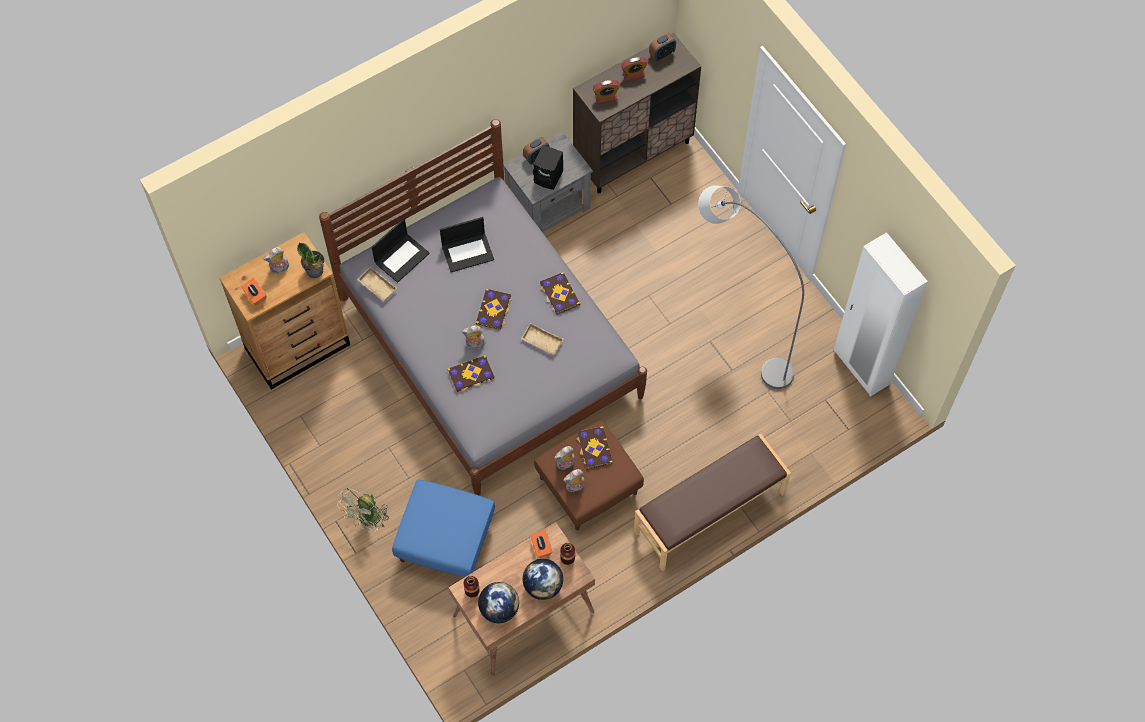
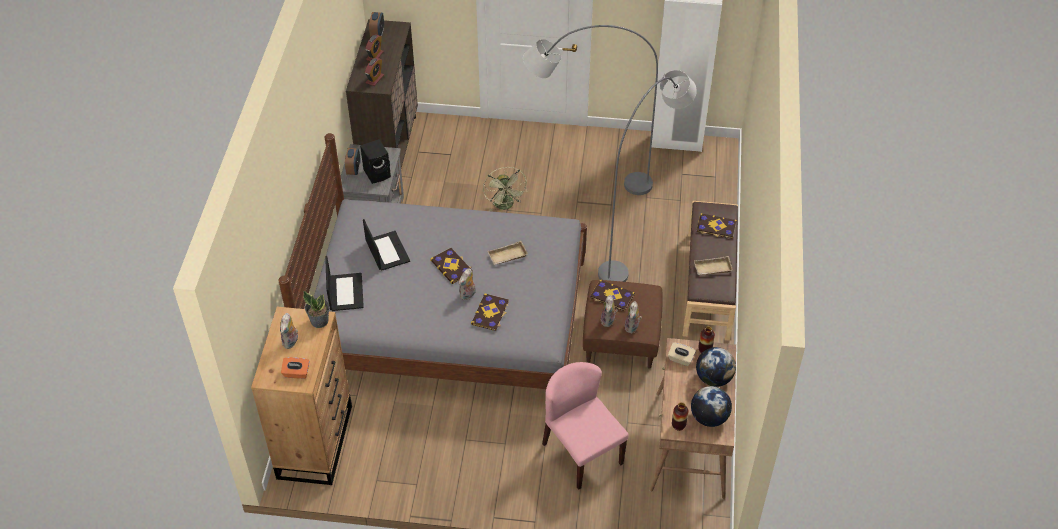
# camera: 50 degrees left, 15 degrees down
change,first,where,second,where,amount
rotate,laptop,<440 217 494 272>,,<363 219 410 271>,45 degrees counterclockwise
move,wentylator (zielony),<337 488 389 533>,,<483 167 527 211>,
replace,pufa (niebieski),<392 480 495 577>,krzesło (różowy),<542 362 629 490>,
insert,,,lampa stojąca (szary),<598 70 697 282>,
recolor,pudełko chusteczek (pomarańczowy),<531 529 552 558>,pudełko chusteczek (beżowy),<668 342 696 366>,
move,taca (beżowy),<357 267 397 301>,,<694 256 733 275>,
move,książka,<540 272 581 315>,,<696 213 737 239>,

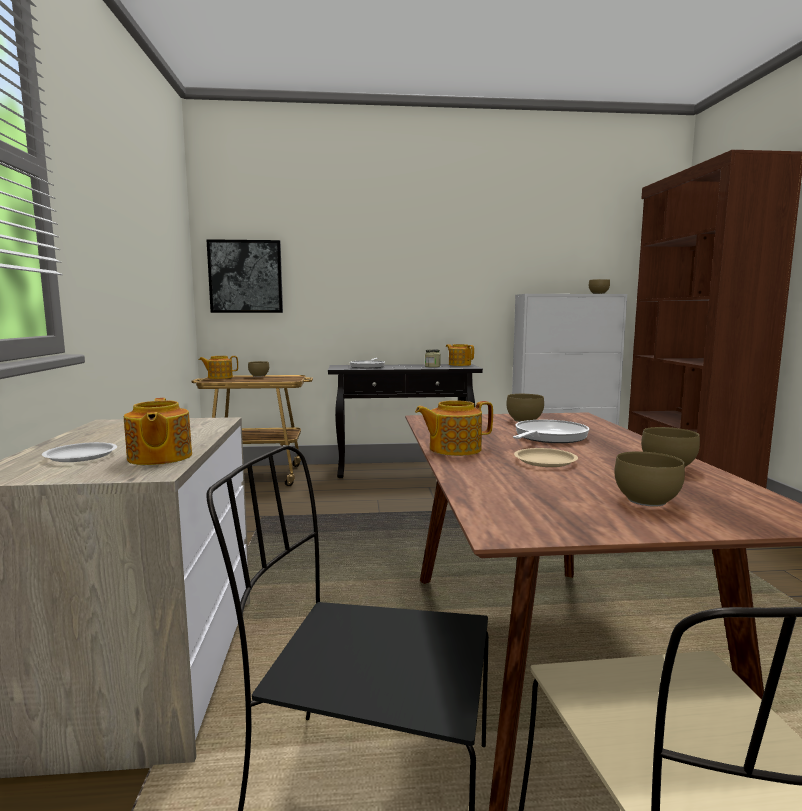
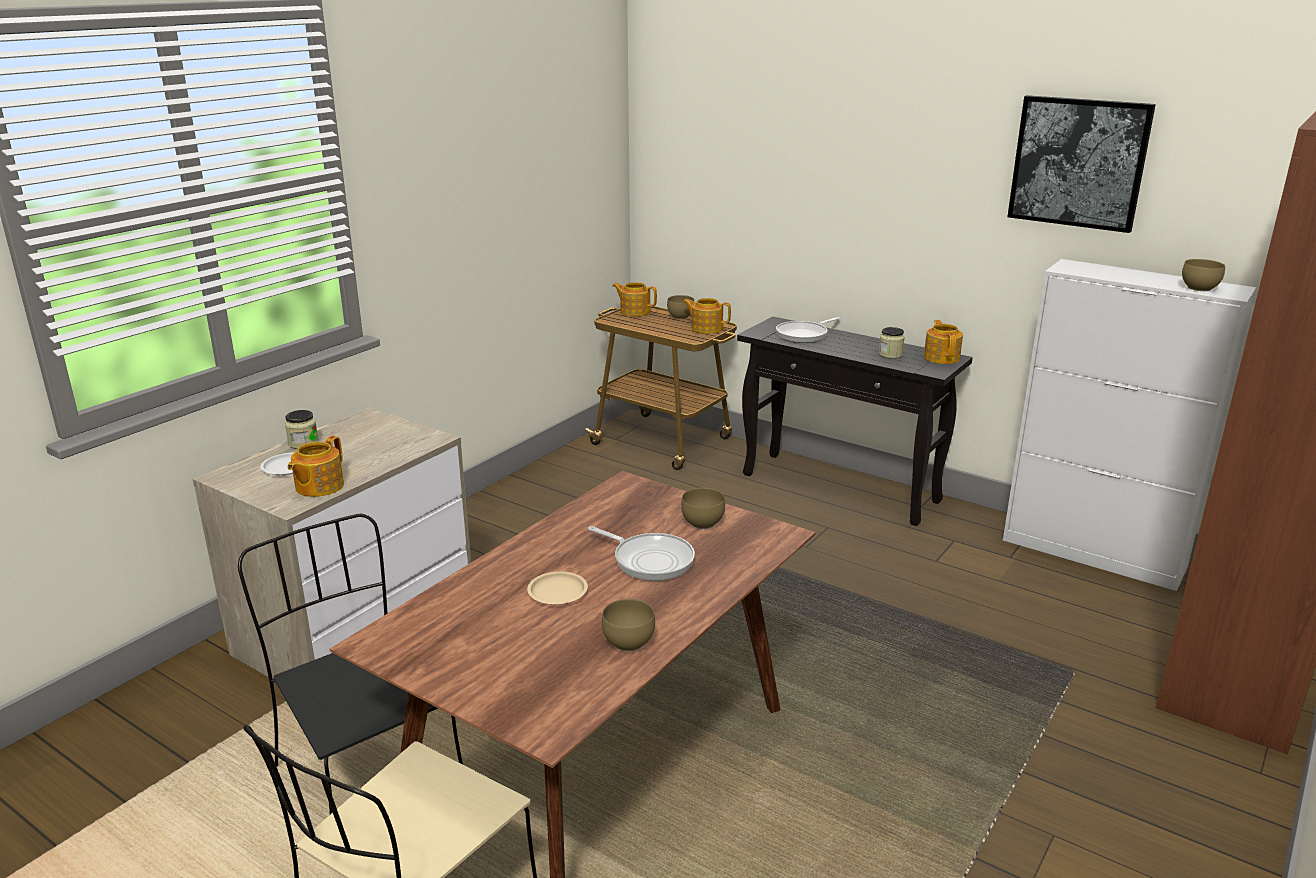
# camera: 40 degrees right, 15 degrees up
change,first,where,second,where,amount
insert,,,słoik,<285 410 319 449>,
rotate,patelnia,<513 420 590 443>,,<588 526 695 581>,45 degrees clockwise
move,imbryk,<415 400 493 456>,,<683 298 731 334>,
move,obraz,<206 239 283 313>,,<1007 95 1156 233>,
delete,miska (brązowy),<614 452 685 507>,,,

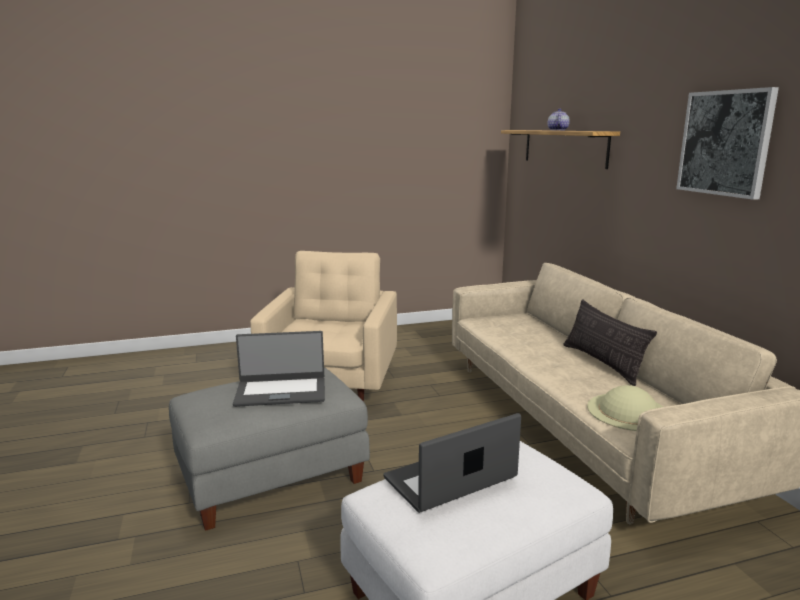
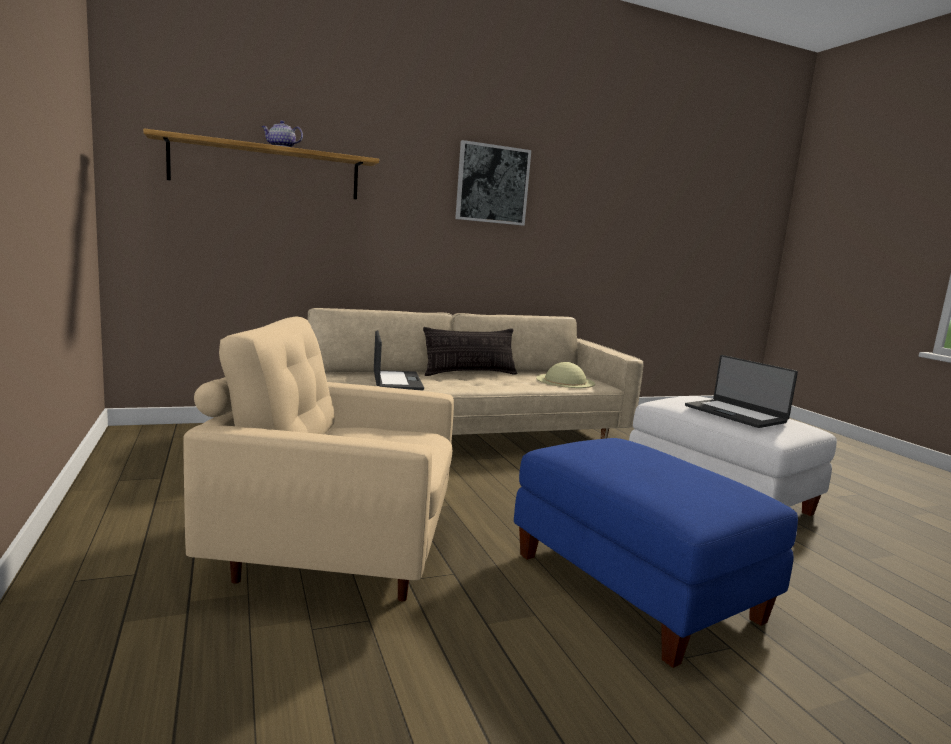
# camera: 95 degrees left, 5 degrees down
change,first,where,second,where,amount
move,laptop,<233 331 325 407>,,<374 330 424 390>,
recolor,pufa (szary),<169 368 370 531>,pufa (niebieski),<514 438 798 668>,

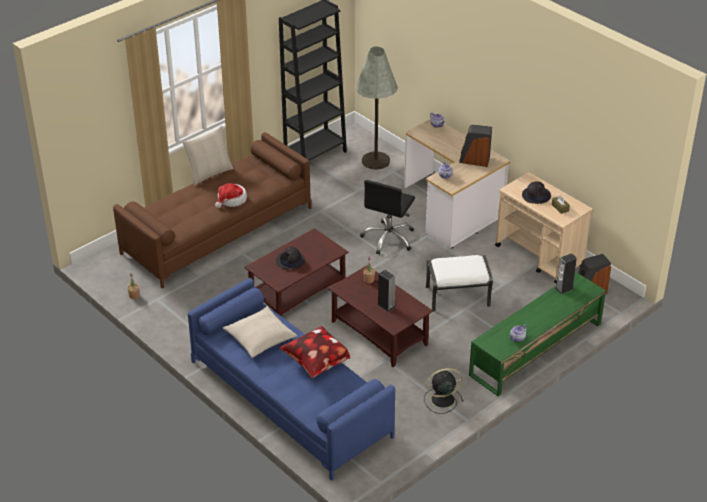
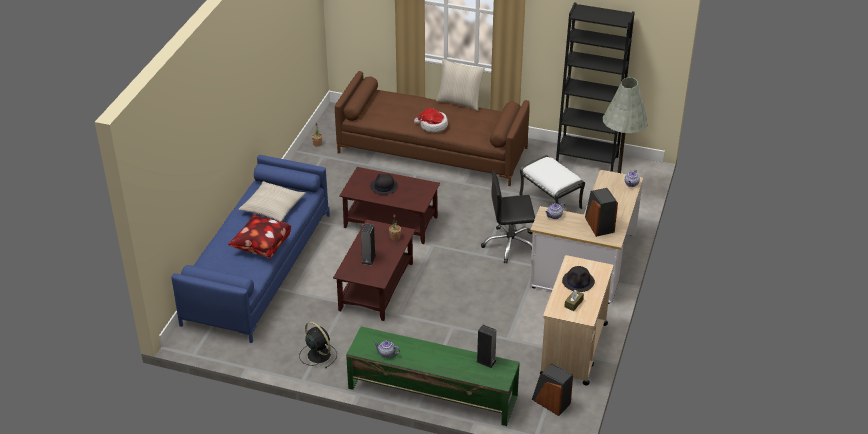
# camera: 60 degrees right, 0 degrees up
change,first,where,second,where,amount
move,pufa (biały),<426 255 493 312>,,<519 155 585 209>,

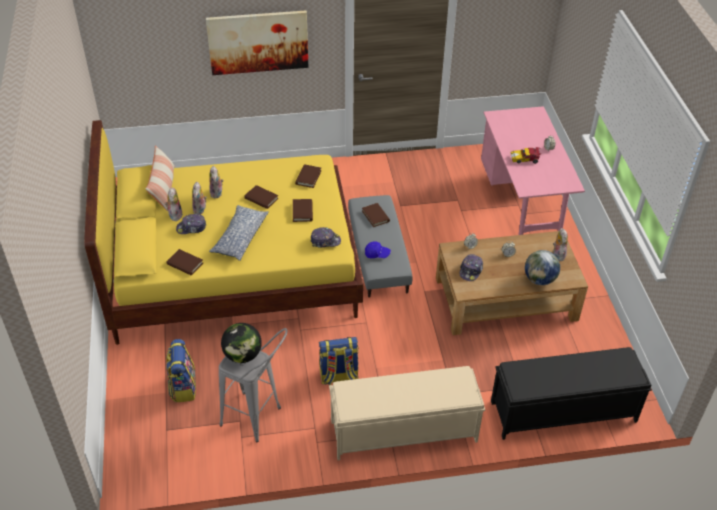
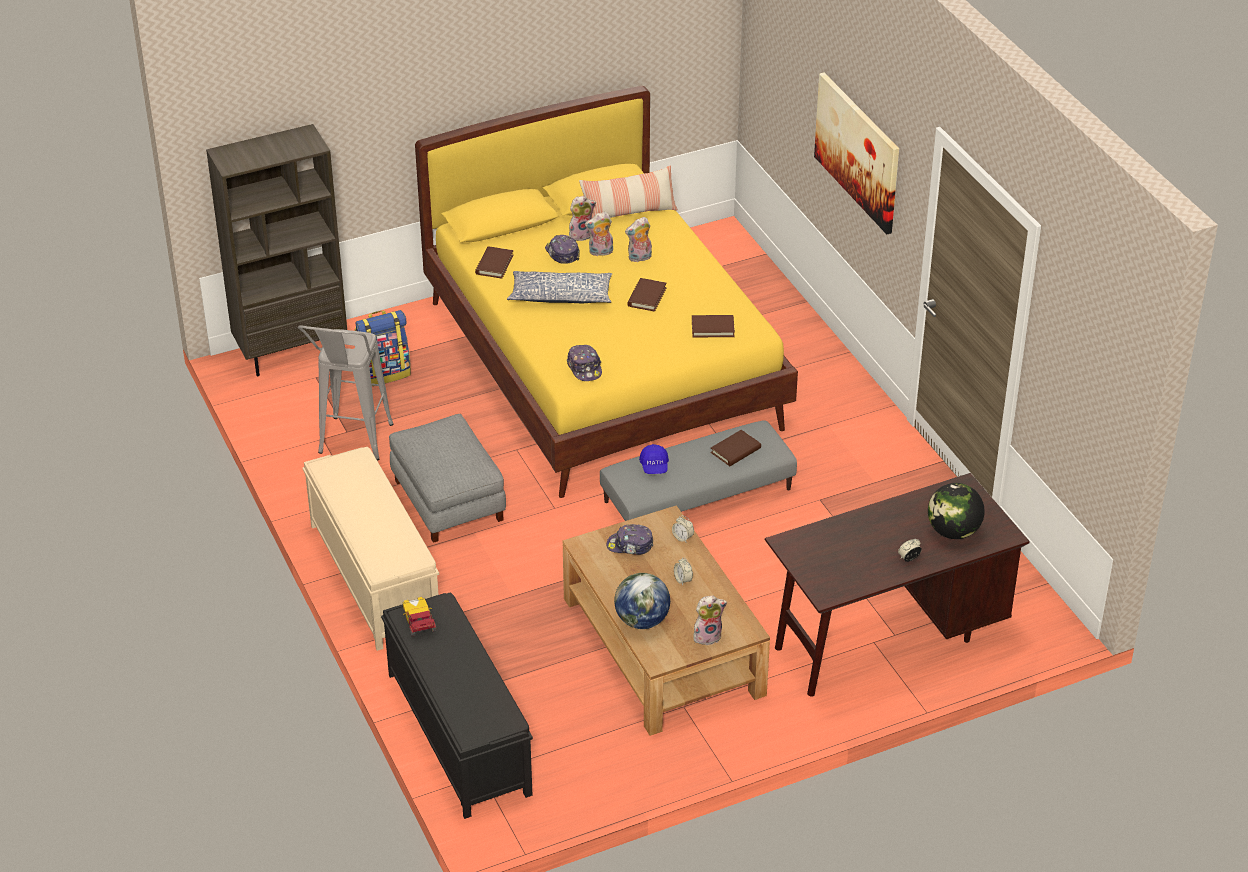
# camera: 75 degrees right, 5 degrees down
change,first,where,second,where,amount
insert,,,regał (brązowy),<206 124 347 376>,
replace,plecak,<319 337 359 385>,pufa (szary),<389 414 506 543>,
move,samochodzik,<511 147 542 164>,,<402 597 436 637>,
recolor,biurko (różowy),<481 106 585 235>,biurko (brązowy),<765 473 1030 697>,
move,globus,<221 323 262 363>,,<928 483 985 539>,
delete,książka (brązowy),<293 199 313 222>,,,

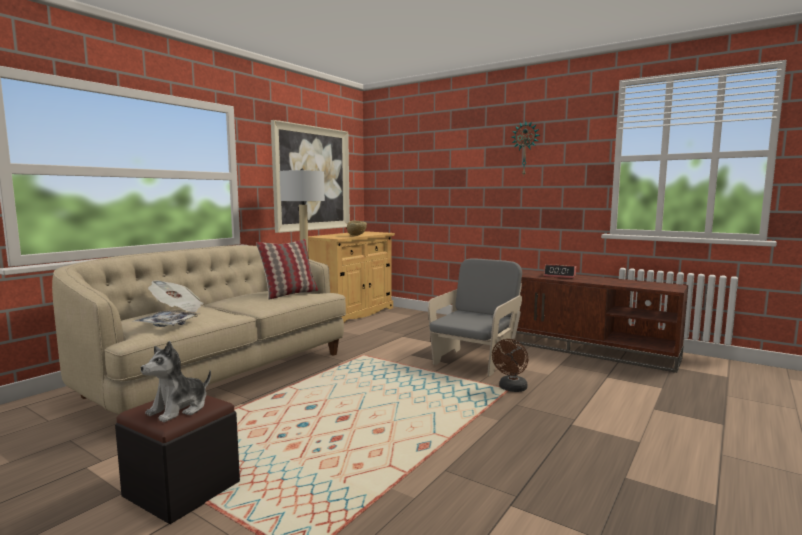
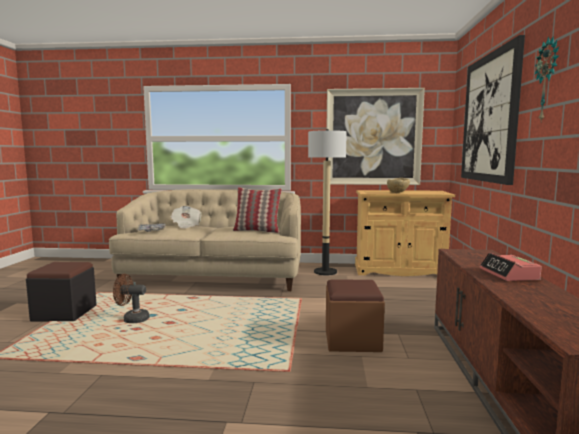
# camera: 60 degrees right, 0 degrees up
change,first,where,second,where,amount
move,wentylator (brązowy),<492 339 528 392>,,<113 274 149 323>,
replace,fotel (szary),<428 259 522 377>,pufa (brązowy),<326 279 385 352>,
insert,,,obraz,<461 35 525 185>,
delete,pluszak,<141 341 211 422>,,,

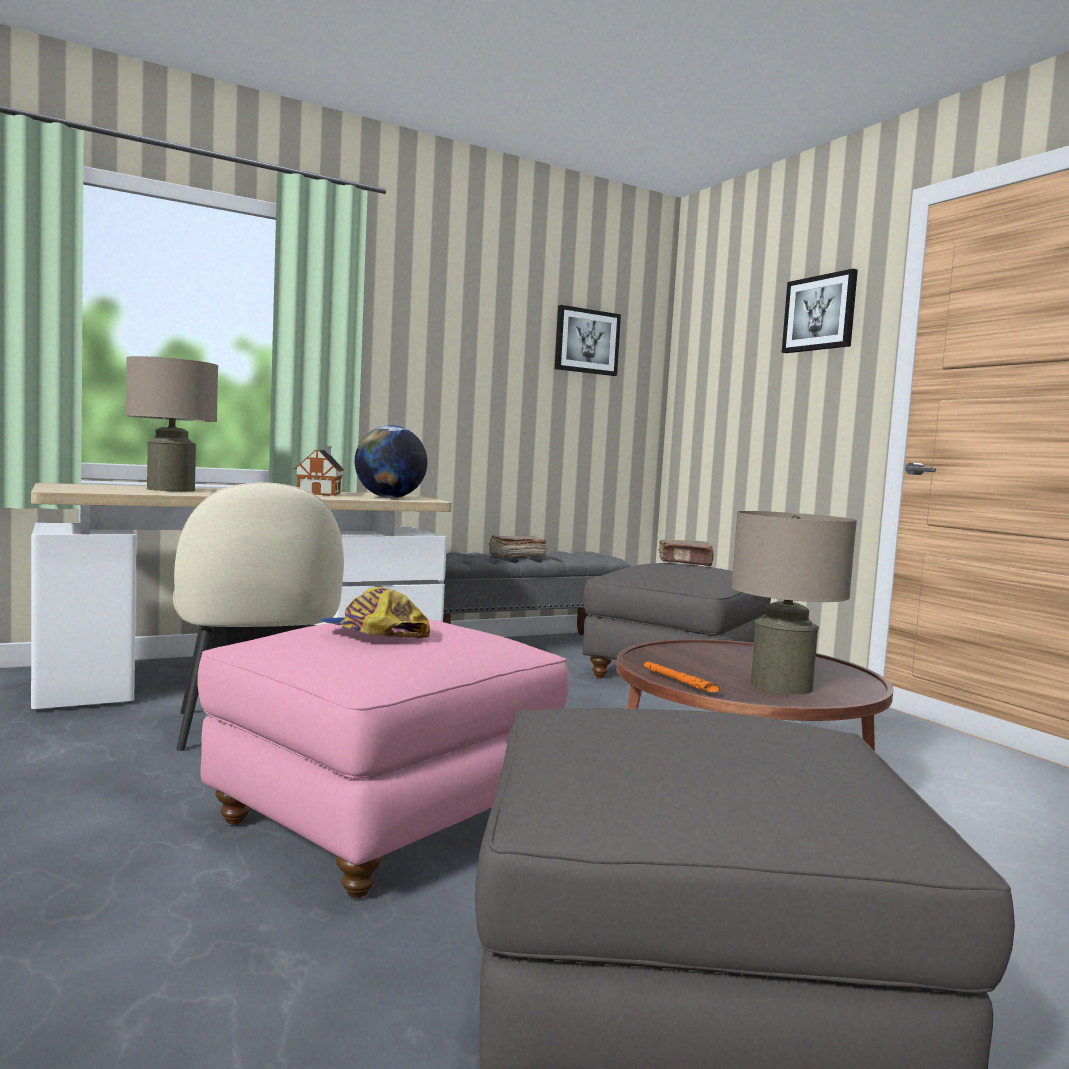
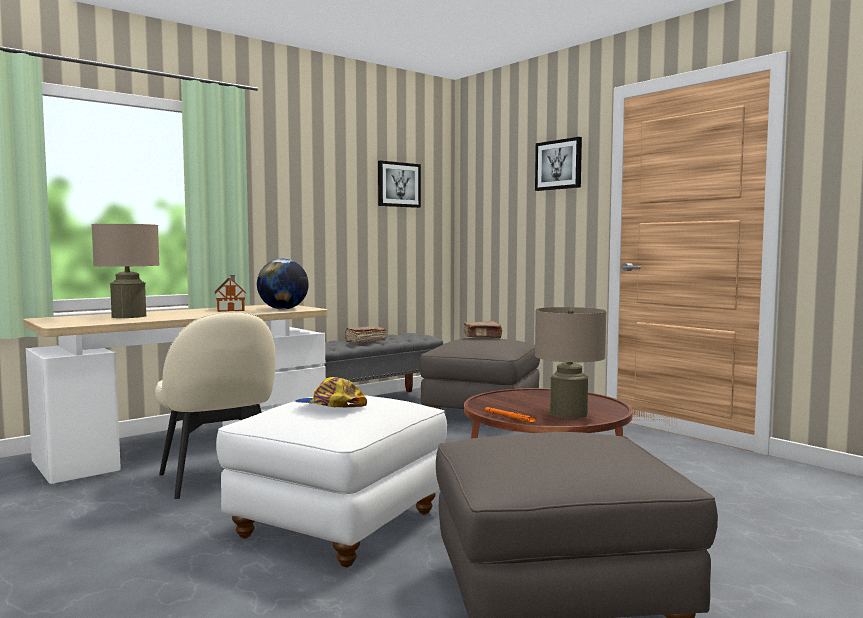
# camera: 10 degrees left, 0 degrees up
change,first,where,second,where,amount
recolor,pufa (różowy),<197 619 569 898>,pufa (biały),<216 395 447 568>,

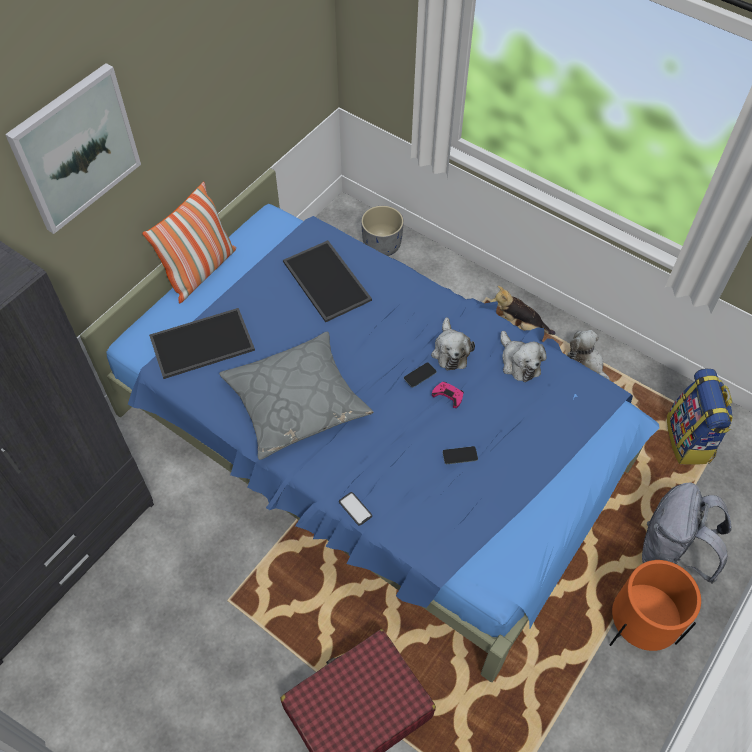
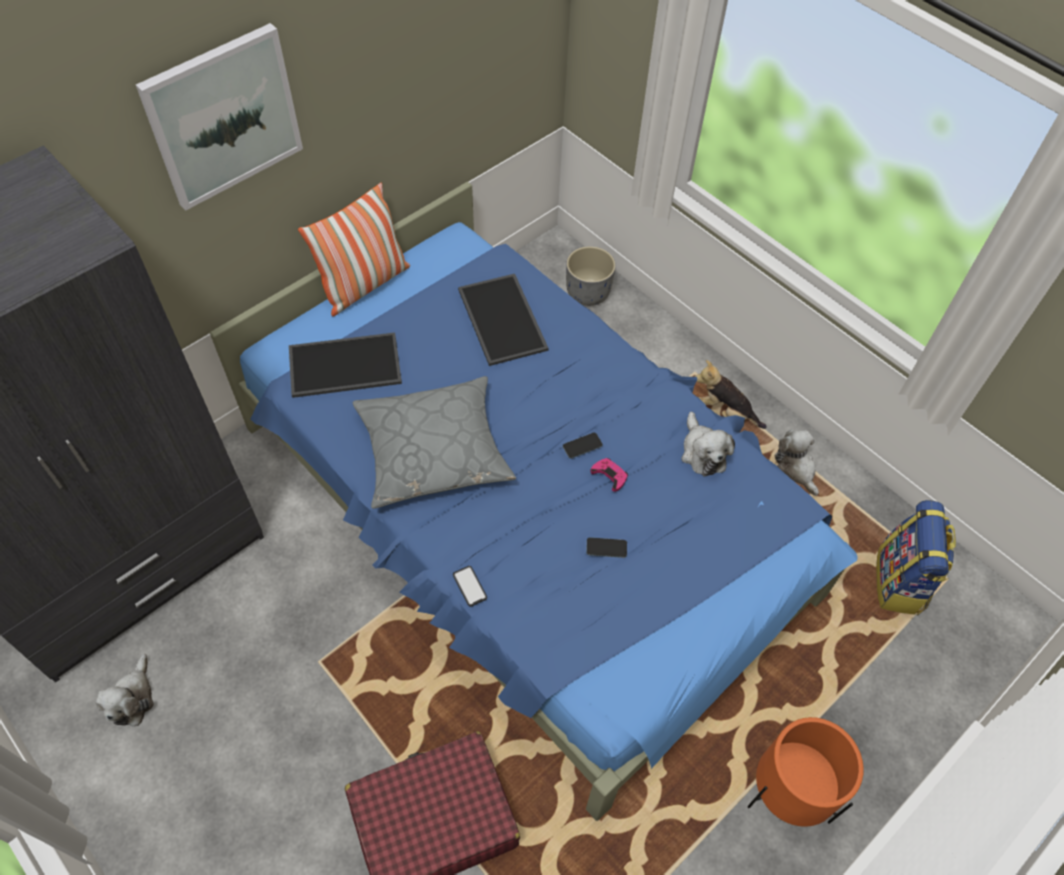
# camera: 10 degrees right, 0 degrees up
change,first,where,second,where,amount
move,pluszak,<431 317 475 370>,,<96 654 154 727>,
delete,plecak (szary),<642 483 732 584>,,,

